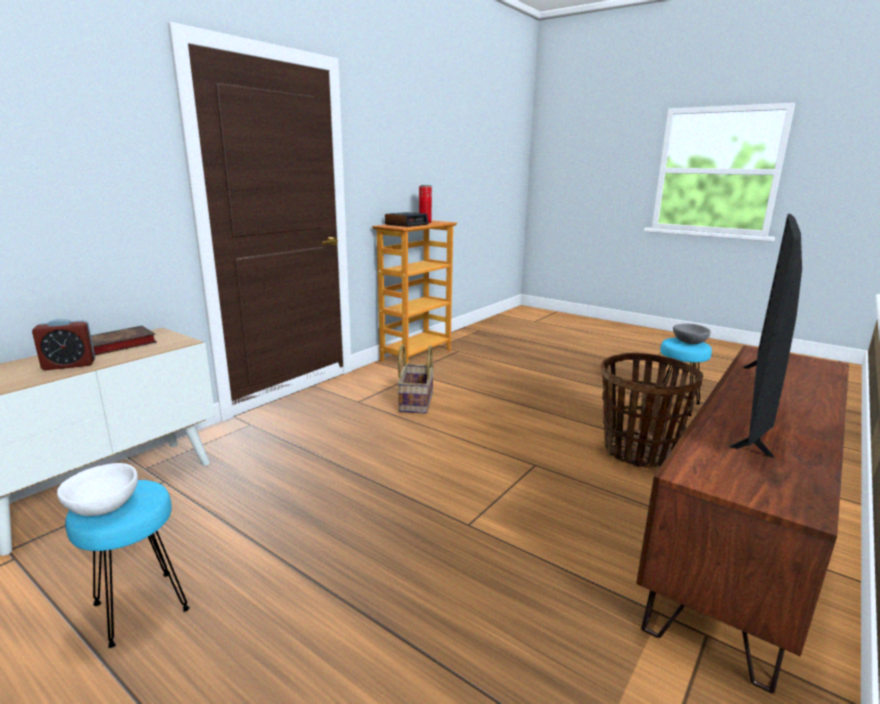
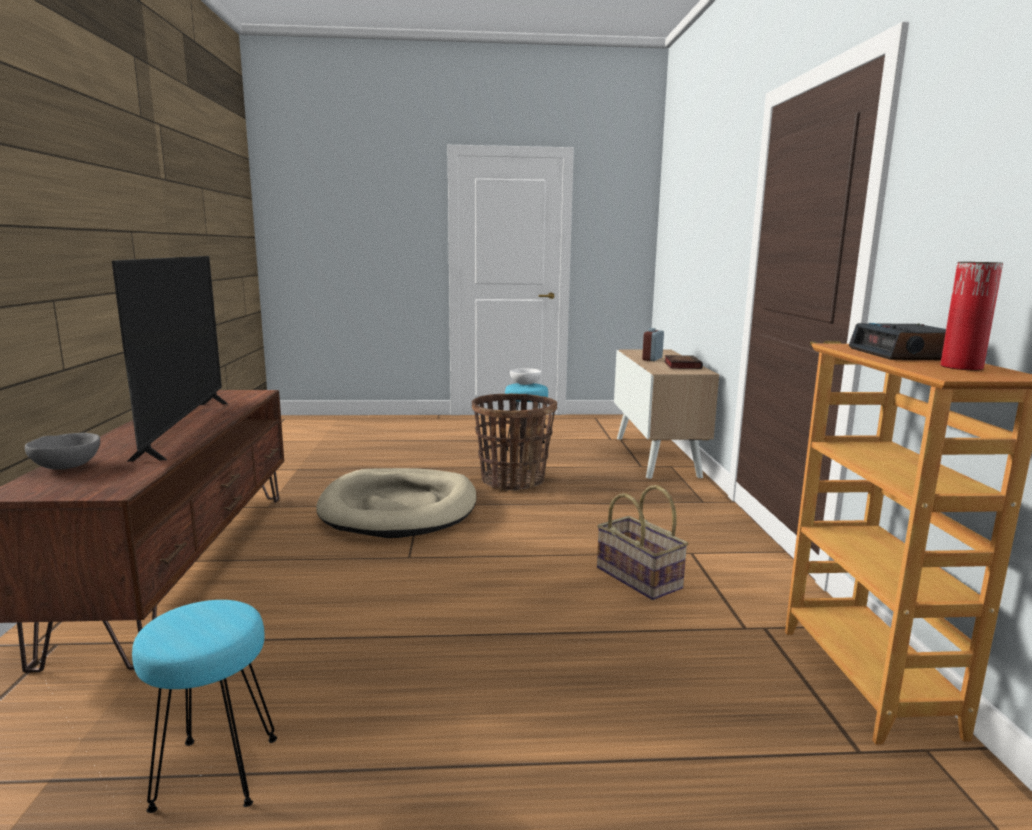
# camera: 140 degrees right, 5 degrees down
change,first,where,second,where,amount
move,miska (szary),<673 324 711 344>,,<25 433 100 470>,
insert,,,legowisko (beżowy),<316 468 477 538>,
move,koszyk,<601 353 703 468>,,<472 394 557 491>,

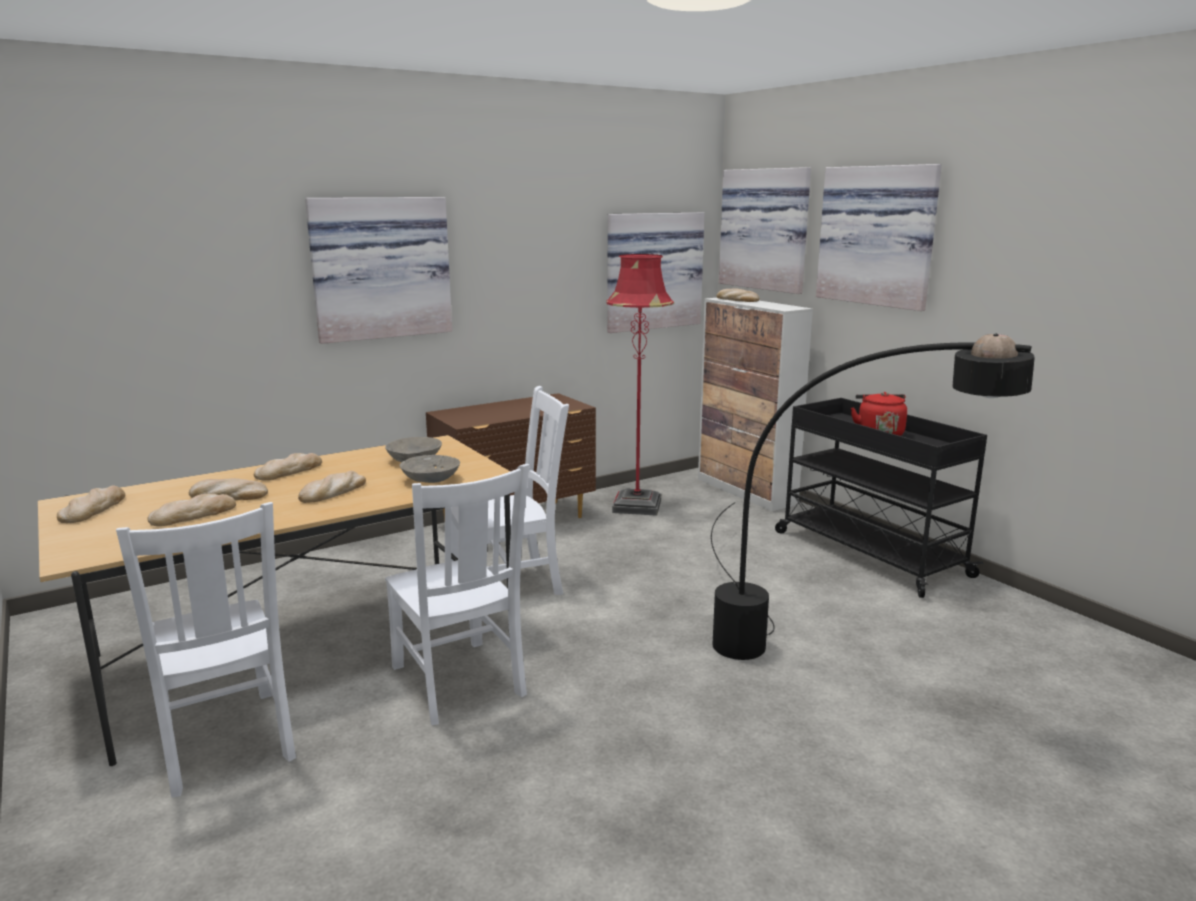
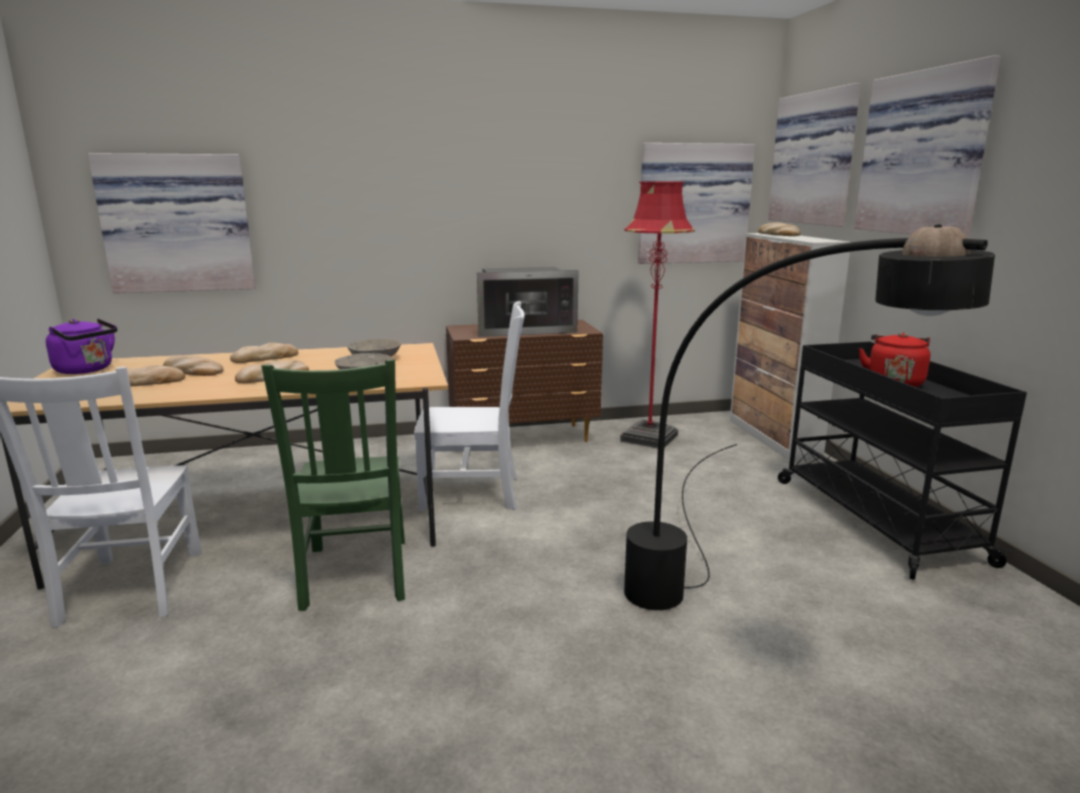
# camera: 20 degrees right, 0 degrees up
change,first,where,second,where,amount
replace,chleb,<57 486 126 523>,czajnik (fioletowy),<46 319 117 374>,
move,obraz,<305 197 452 344>,,<88 153 256 293>,
recolor,krzesło (biały),<385 464 529 725>,krzesło (zielony),<261 359 405 611>,
insert,,,mikrofalówka,<477 267 578 337>,

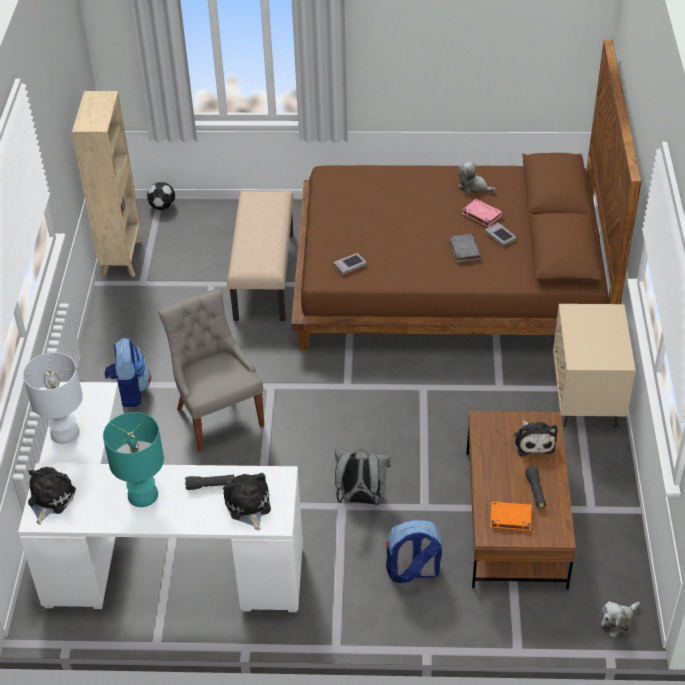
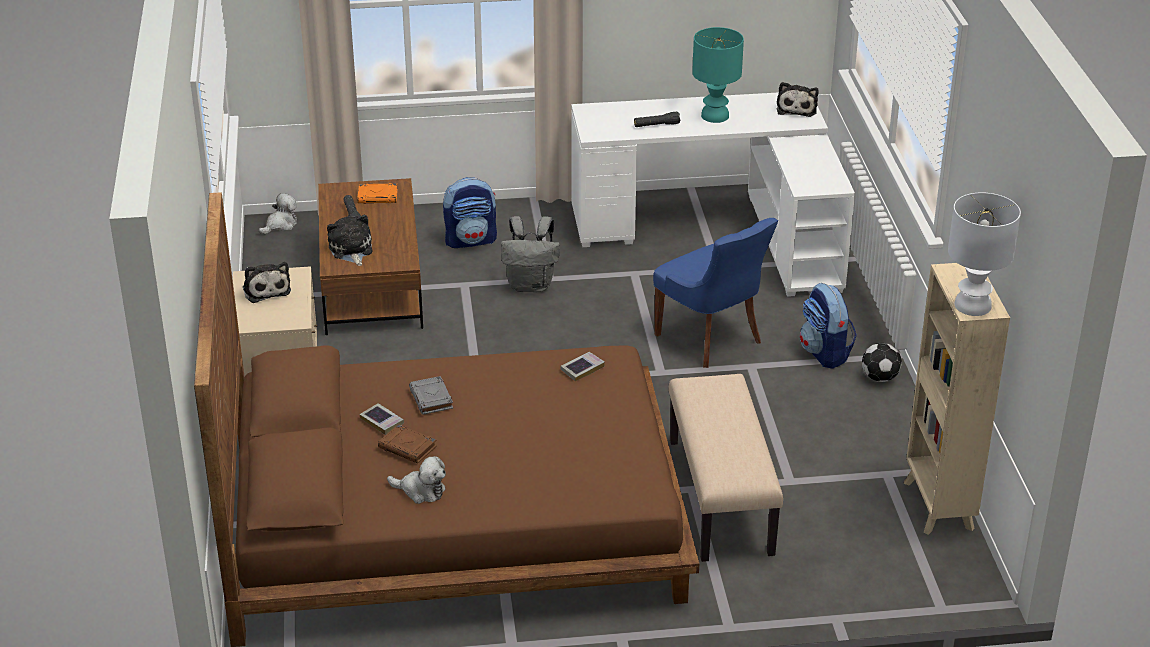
# camera: 170 degrees right, 10 degrees down
change,first,where,second,where,amount
move,pluszak,<223 473 271 530>,,<243 262 291 303>,
recolor,książka (różowy),<462 199 503 227>,książka (brązowy),<378 424 437 463>,
recolor,krzesło (szary),<158 289 264 452>,krzesło (niebieski),<653 218 778 368>,
move,piłka futbolowa,<147 182 175 210>,,<862 343 902 382>,
move,lampa stołowa (biały),<23 352 83 444>,,<948 193 1021 316>,

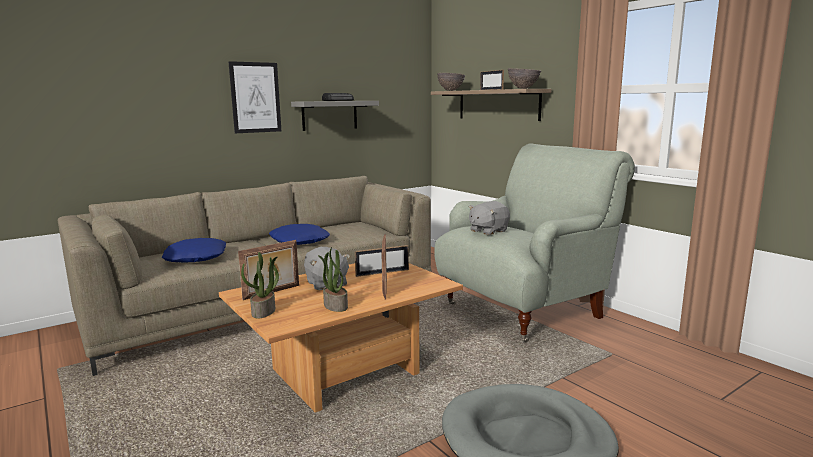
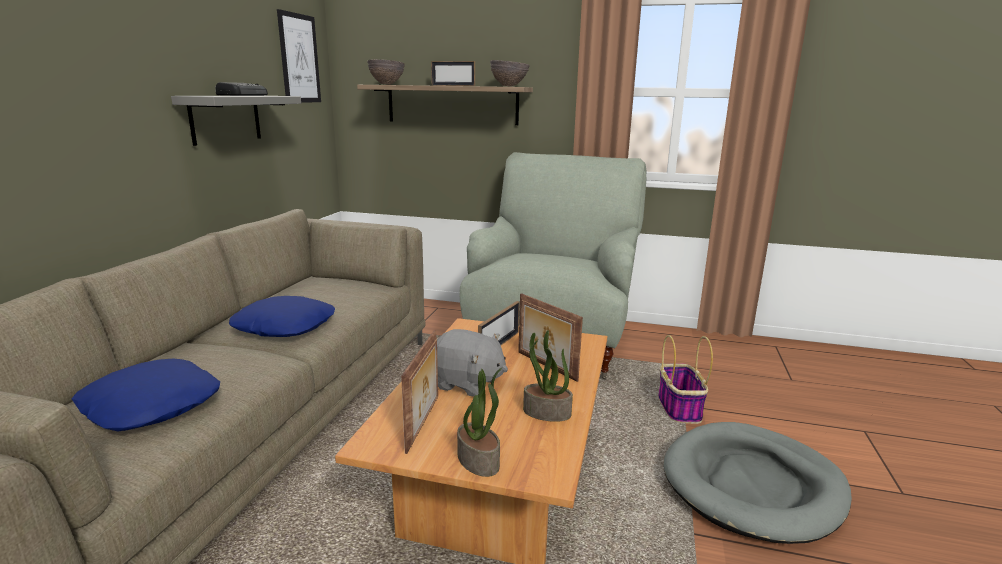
# camera: 40 degrees left, 5 degrees up
change,first,where,second,where,amount
move,obraz,<229 61 281 133>,,<277 9 321 103>,
insert,,,koszyk,<658 335 713 424>,
delete,pluszak (szary),<469 201 510 235>,,,

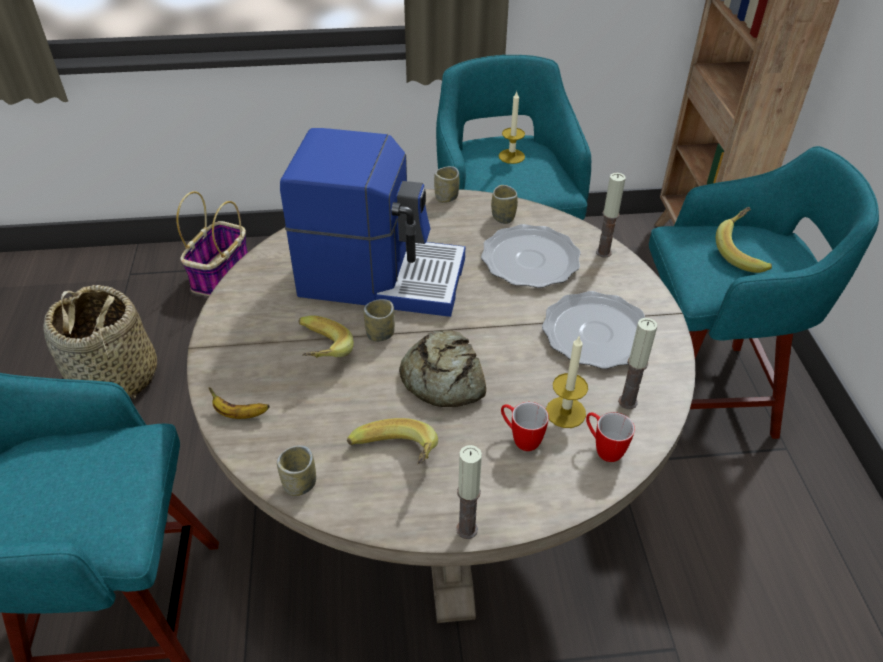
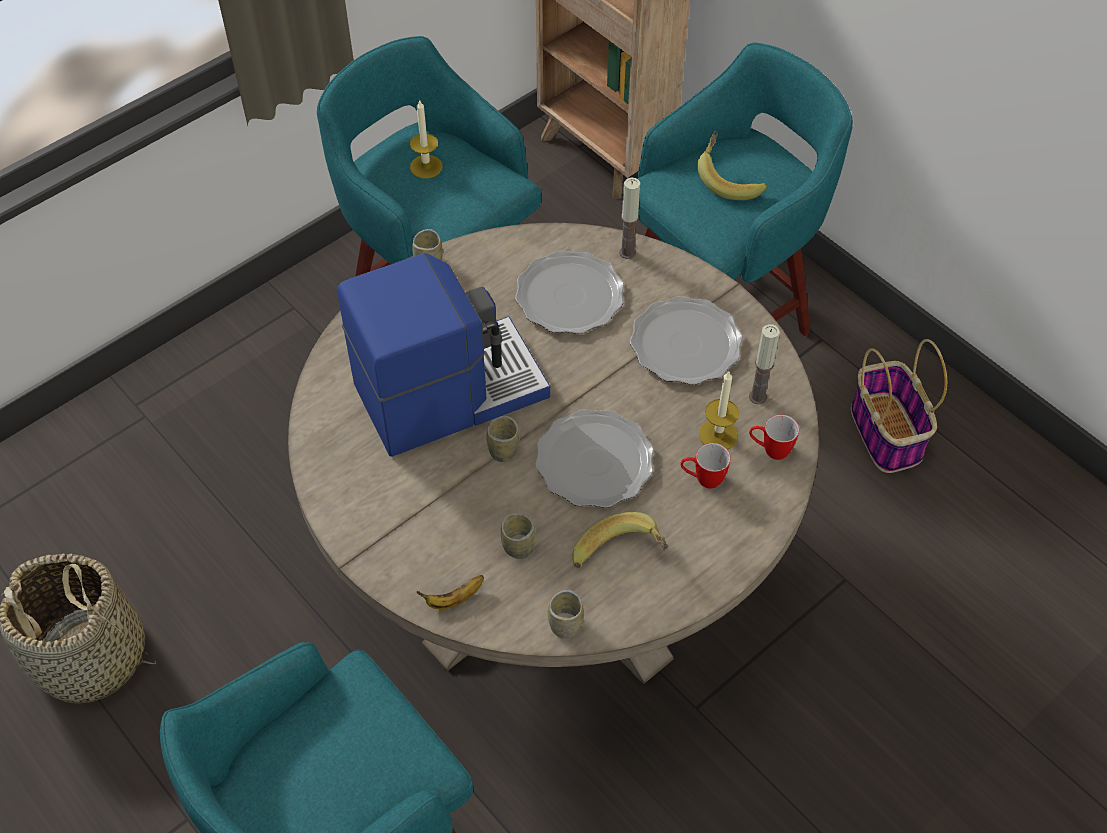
# camera: 35 degrees left, 10 degrees up
change,first,where,second,where,amount
move,filiżanka,<491 185 518 224>,,<501 513 535 559>,
replace,chleb,<399 330 486 407>,talerz,<535 409 654 508>,
move,koszyk,<176 191 248 296>,,<851 339 947 473>,
delete,banan,<298 315 354 358>,,,
delete,świeca,<456 445 482 539>,,,

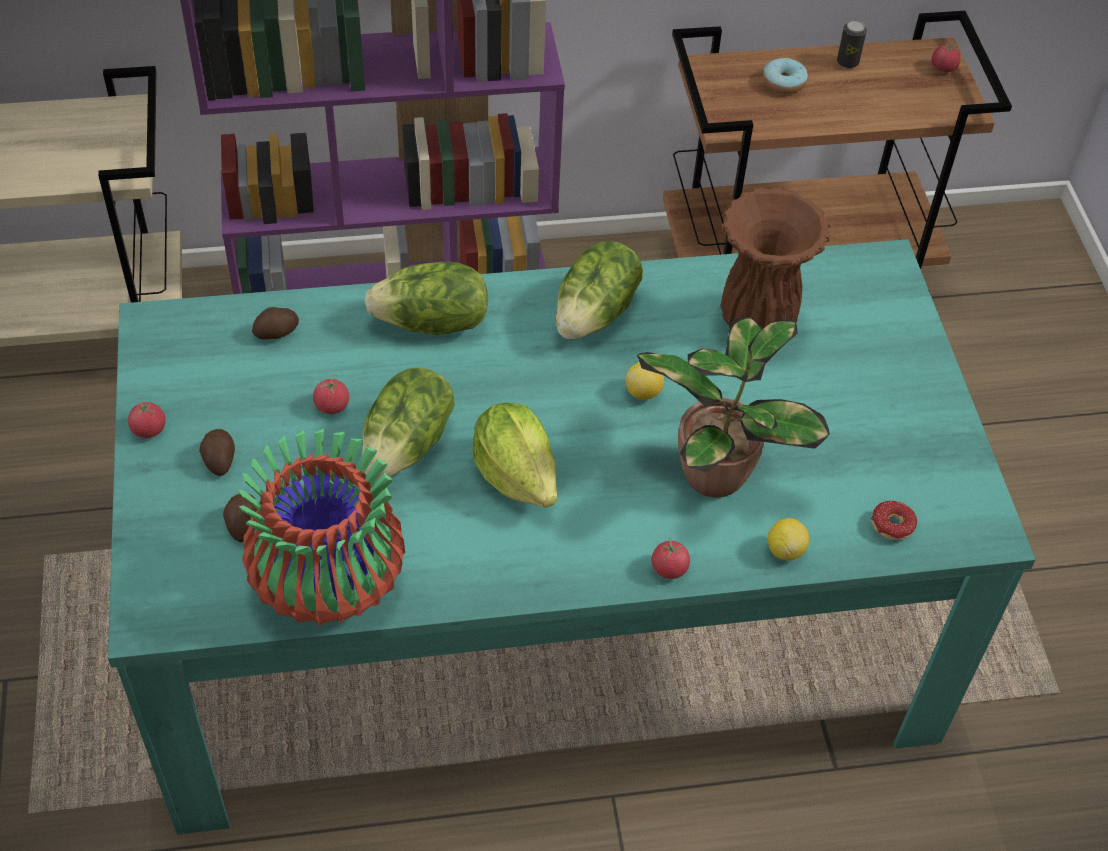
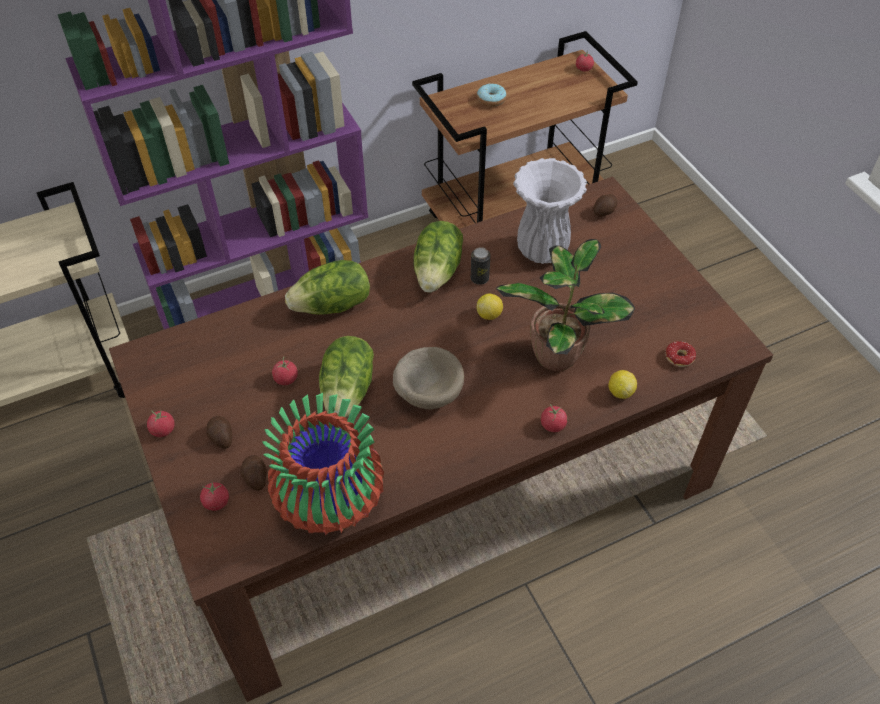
# camera: 15 degrees left, 0 degrees up
change,first,where,second,where,amount
recolor,stół jadalny (turkusowy),<108 239 1036 835>,stół jadalny (brązowy),<109 176 773 702>,
insert,,,pomidor,<200 481 229 511>,
replace,sałata,<472 403 557 508>,miska (beżowy),<393 347 464 409>,
move,puszka,<837 20 867 68>,,<471 247 491 285>,
recolor,wazon (brązowy),<720 188 830 328>,wazon (biały),<513 158 587 264>,
move,ziemniak,<252 307 299 340>,,<594 194 617 217>,

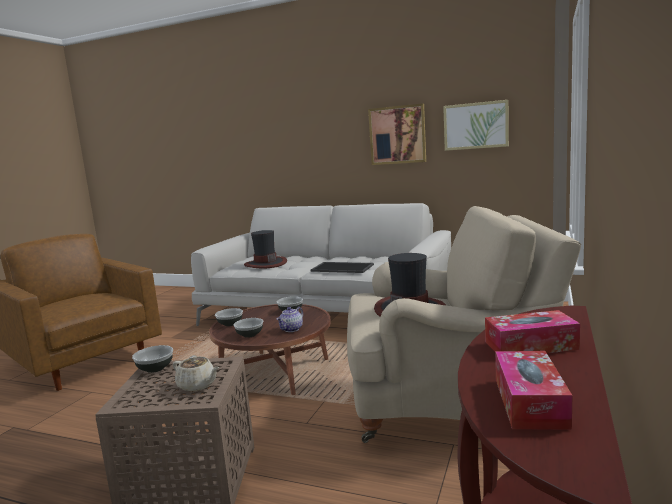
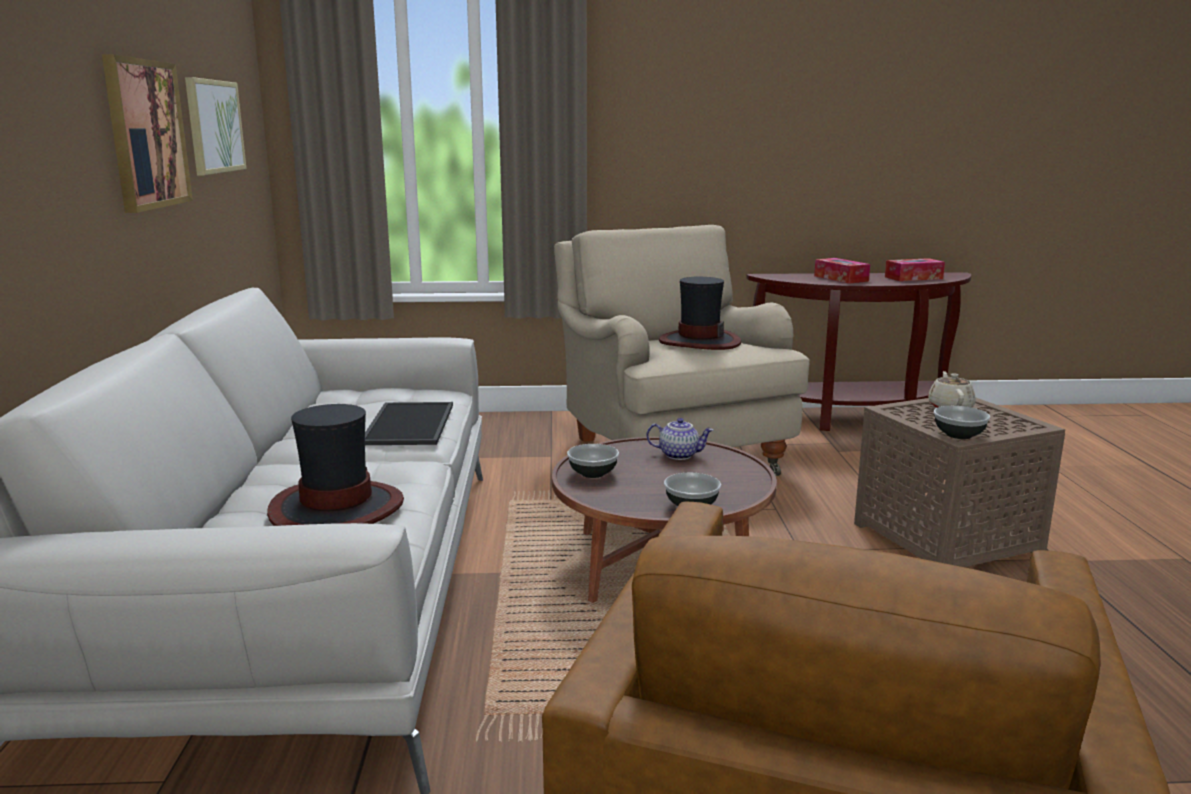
# camera: 115 degrees left, 5 degrees up
change,first,where,second,where,amount
delete,miska,<233 318 263 338>,,,

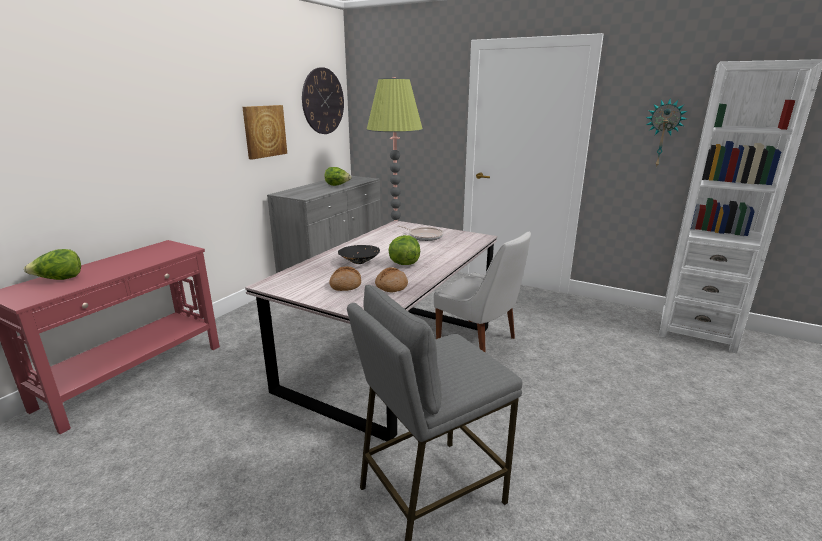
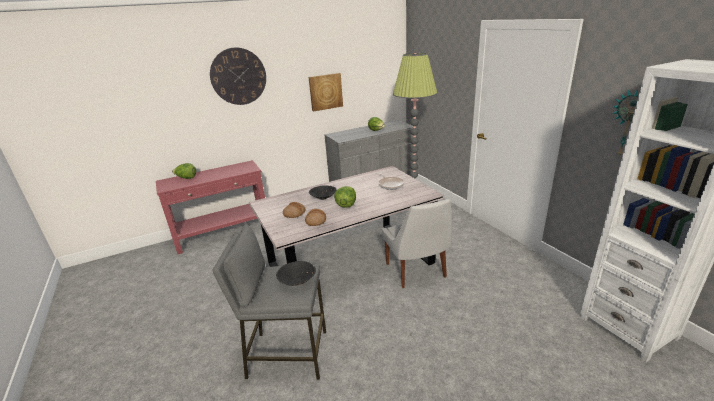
# camera: 35 degrees right, 5 degrees up
change,first,where,second,where,amount
move,zegar ścienny,<302 67 344 134>,,<210 48 266 105>,
insert,,,miska (czarny),<276 261 316 286>,

